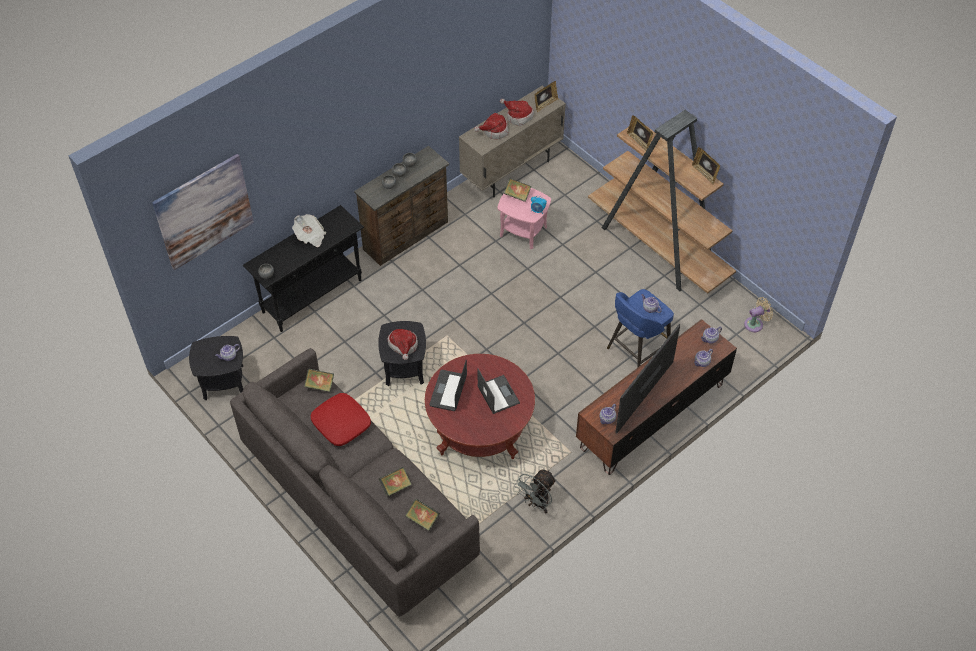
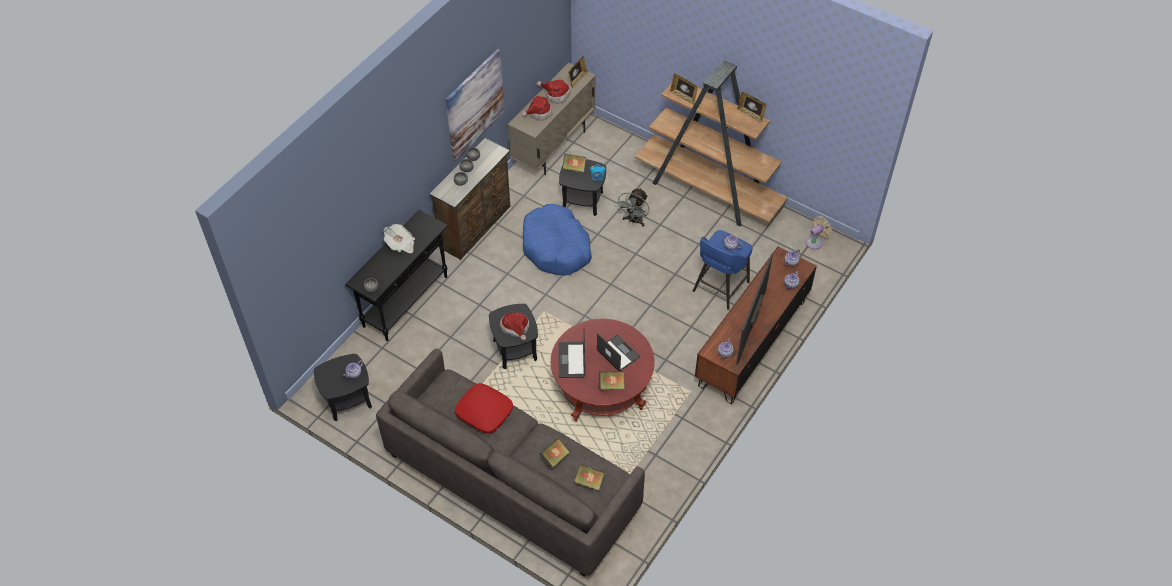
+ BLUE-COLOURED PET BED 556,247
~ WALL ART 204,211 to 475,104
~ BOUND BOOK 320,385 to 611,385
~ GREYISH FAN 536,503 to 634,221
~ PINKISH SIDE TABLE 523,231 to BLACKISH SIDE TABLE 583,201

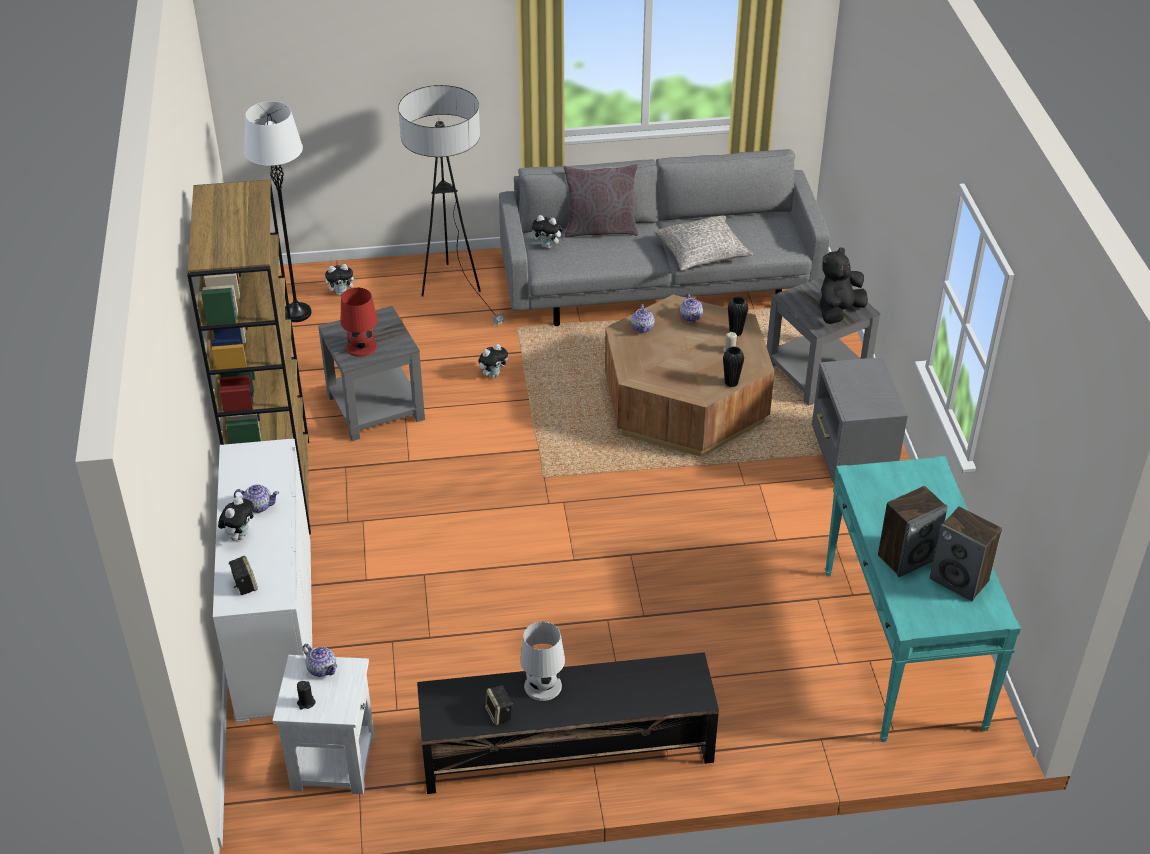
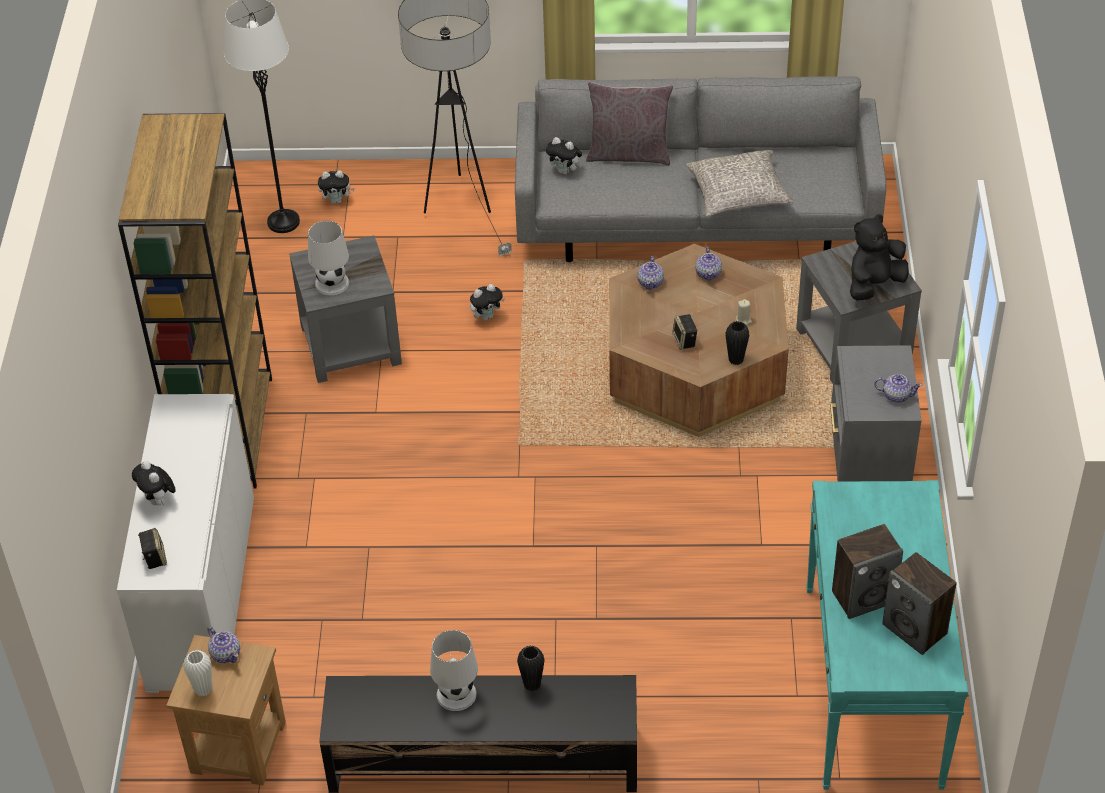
~ POT FOR TEA 258,506 to 896,395
~ LOUDSPEAKER 499,714 to 685,341
~ BLACKISH FLOWER VASE 735,332 to 532,684
~ BLACKISH CANDLE 306,702 to WHITE-COLOURED FLOWER VASE 203,689
~ WHITE-COLOURED SIDE TABLE 333,761 to BROWN SIDE TABLE 238,746
~ REDDISH TABLETOP LAMP 362,346 to WHITE-COLOURED TABLETOP LAMP 332,283
~ SOFT TOY 239,535 = 158,501 120 degrees clockwise

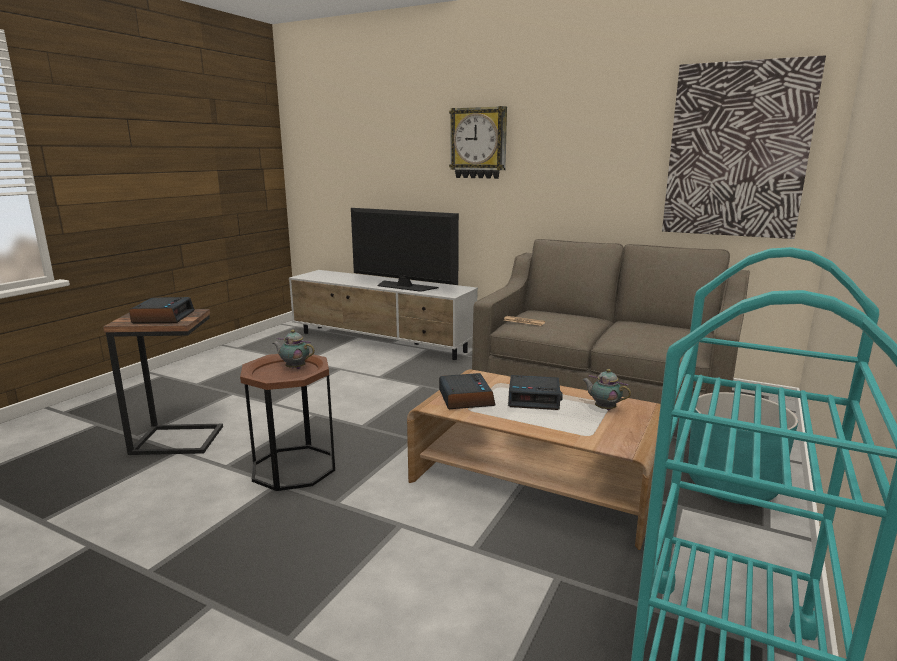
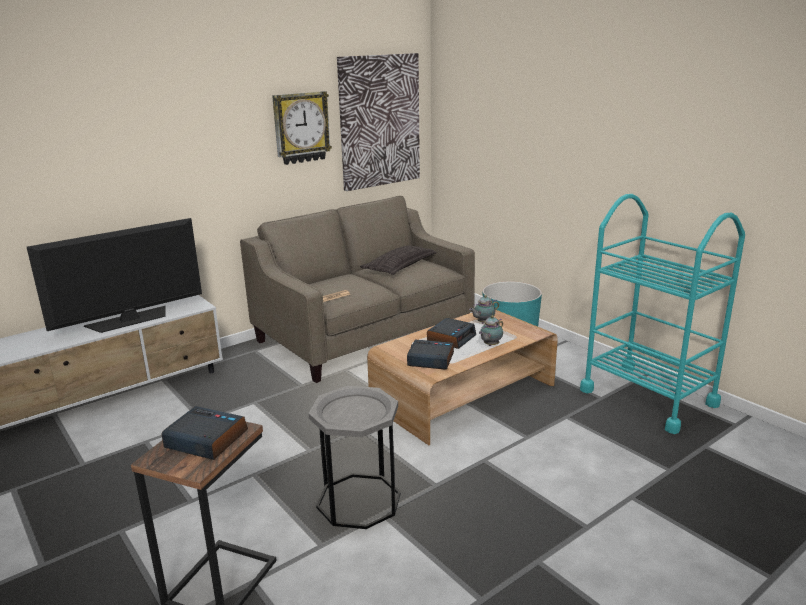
+ CUSHION 401,266
~ POT FOR TEA 294,368 to 490,345
~ CLOCK ON THE WALL 478,143 to 301,127
~ BROWN SIDE TABLE 294,467 to GREYISH SIDE TABLE 358,500

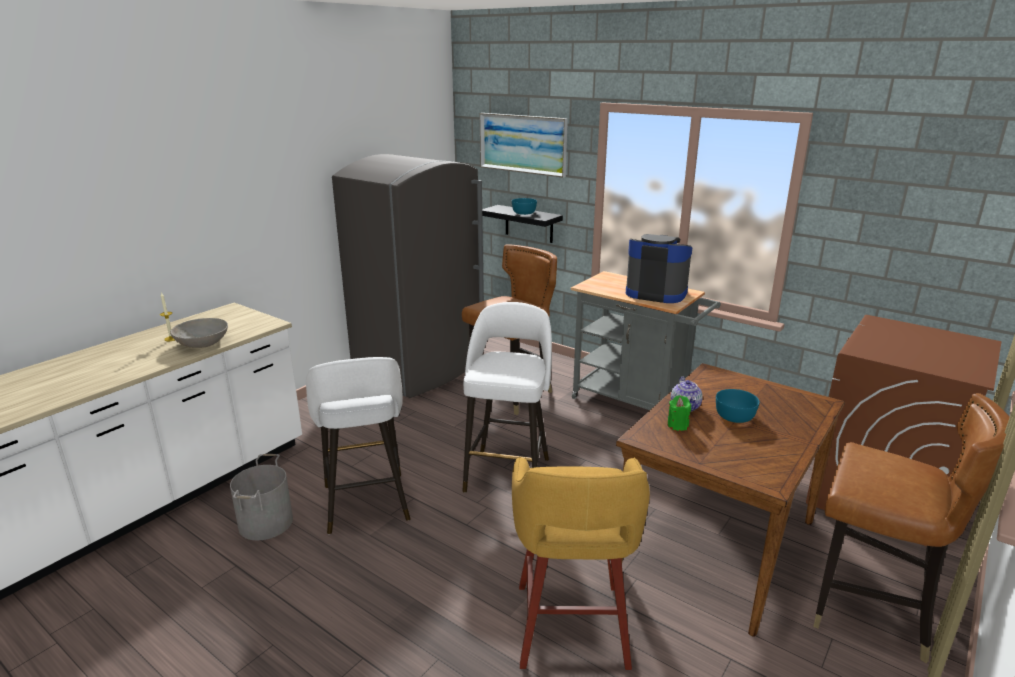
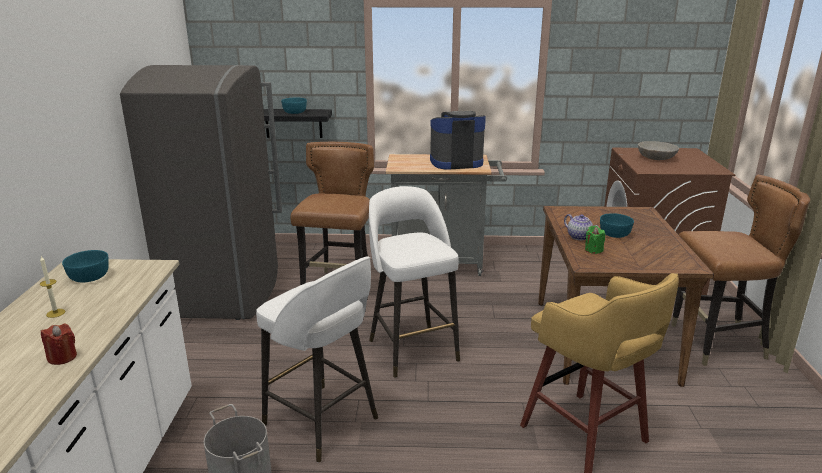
- WALL ART 522,144
+ REDDISH CANDLE 62,357
+ TURQUOISE-COLOURED DEEP DISH 89,276
~ GREYISH DEEP DISH 202,343 to 656,158

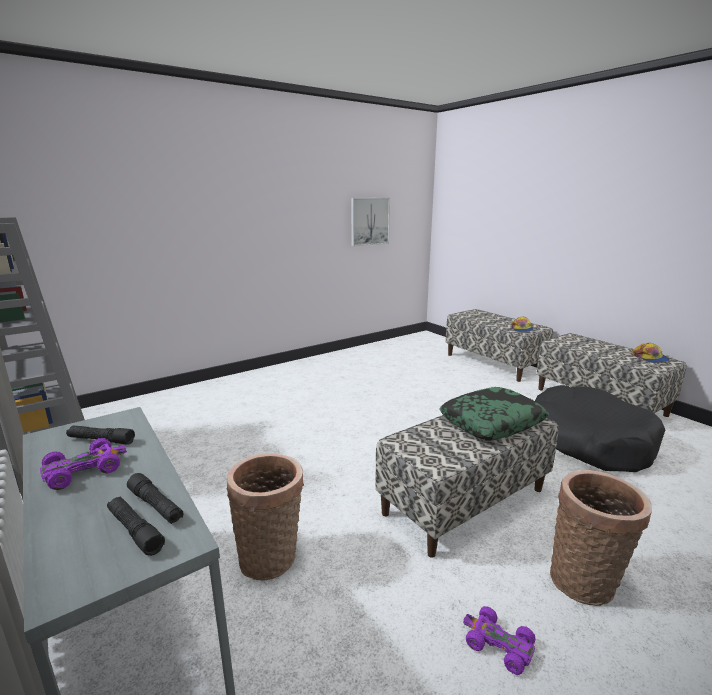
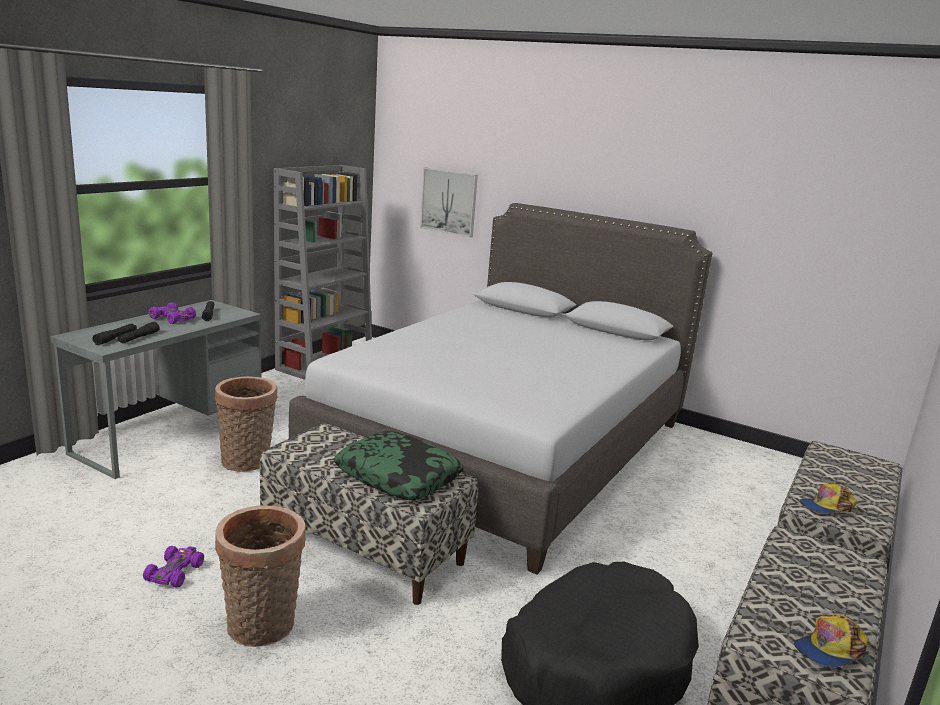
+ GREYISH SLEEPING BED 505,446
~ WALL ART 369,221 to 449,202

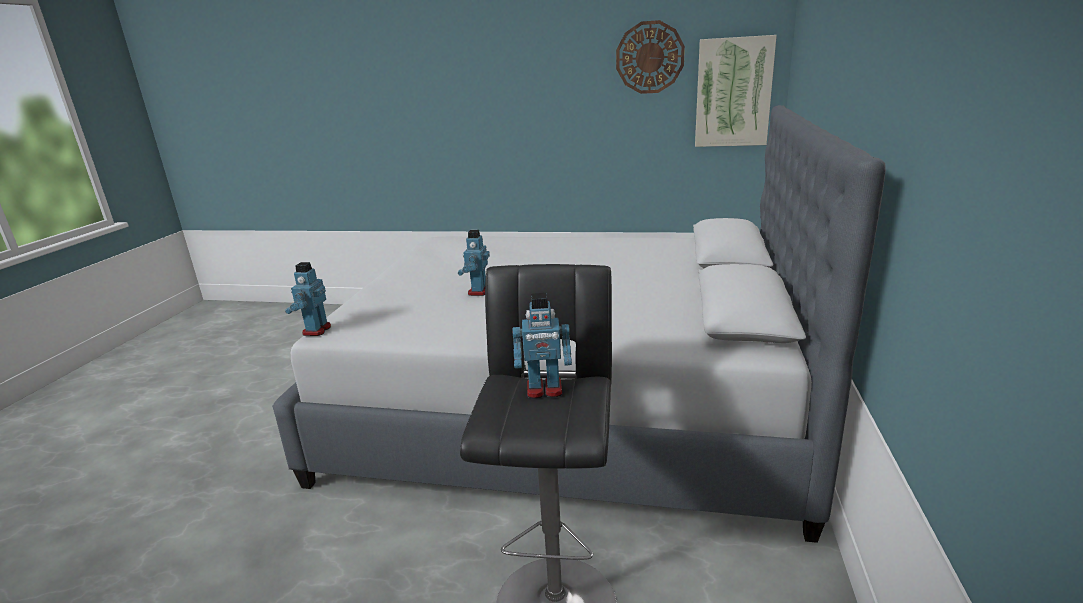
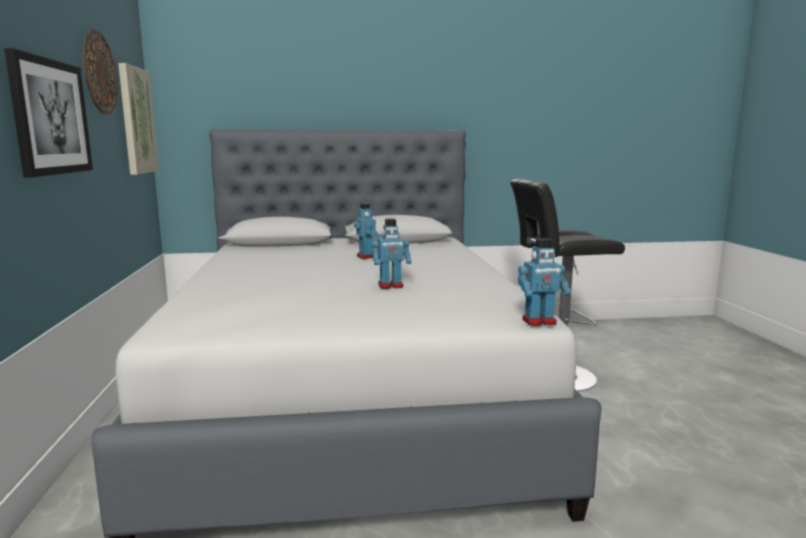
+ WALL ART 50,117
~ MODEL ROBOT 544,390 to 366,256

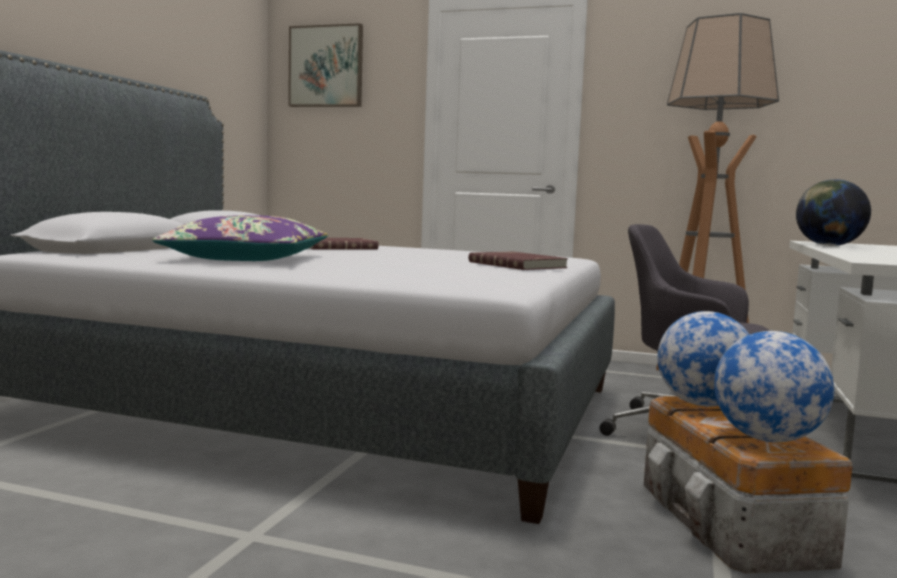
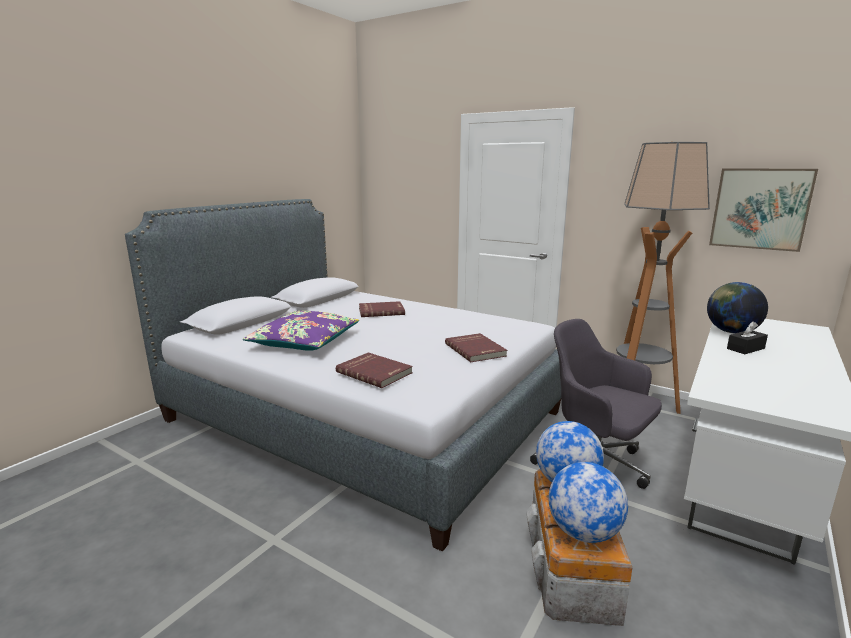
+ REDDISH BOUND BOOK 375,372
+ BLACKISH TISSUE BOX 745,348
~ WALL ART 326,66 to 760,209

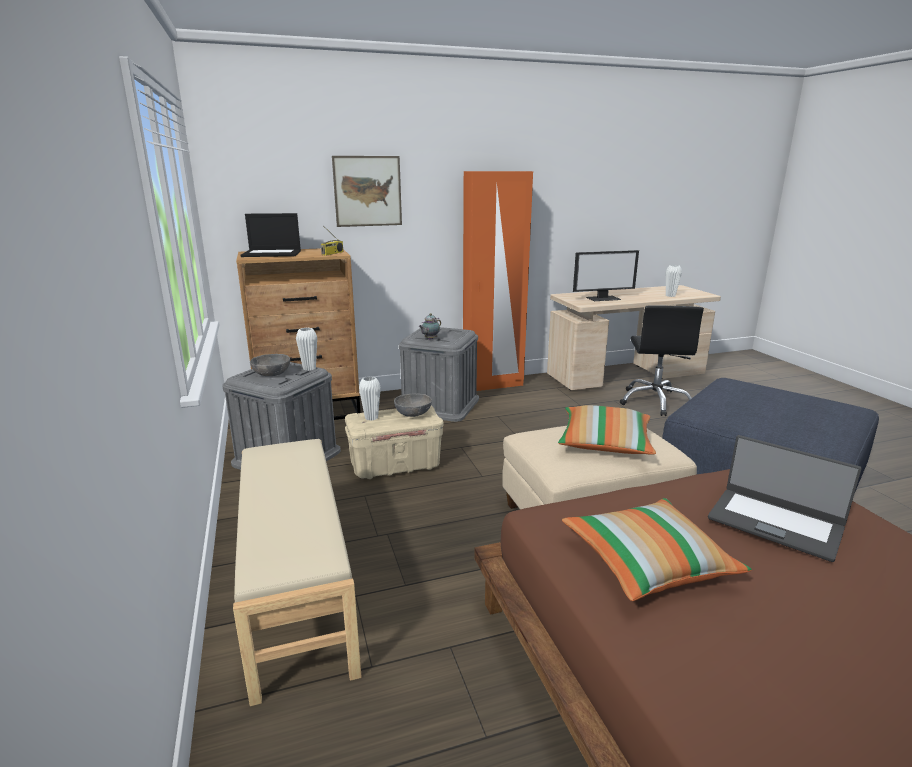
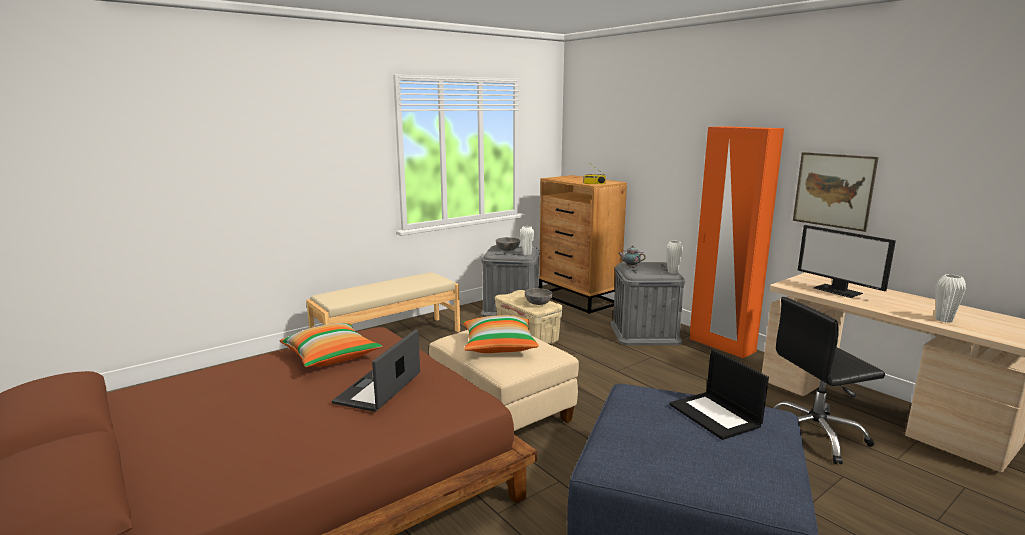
~ NOTEBOOK COMPUTER 272,253 to 716,415
~ WALL ART 367,191 to 833,190
~ WHITE-COLOURED FLOWER VASE 371,418 to 672,272

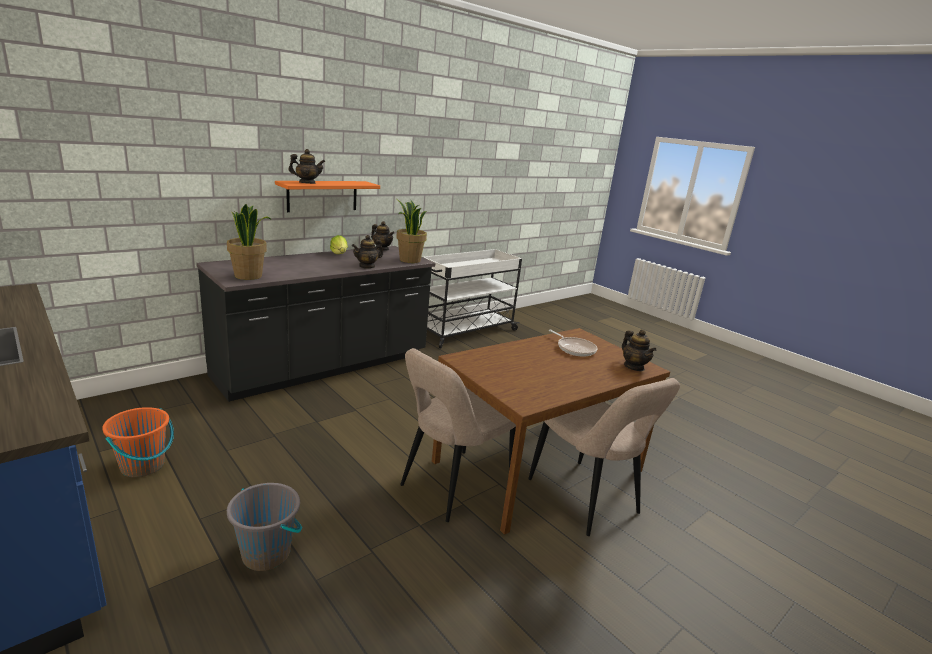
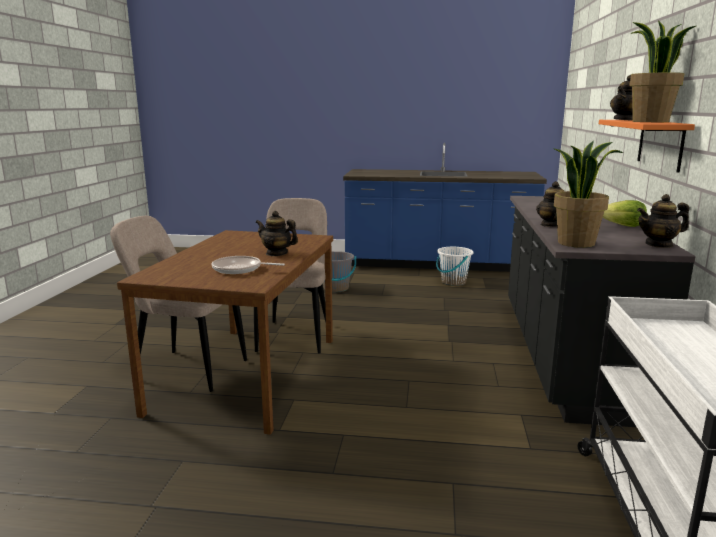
~ HOUSEPLANT 249,276 to 650,121
~ POT FOR TEA 634,367 to 277,253
~ ORANGEY WATER BUCKET 143,466 to WHITE-COLOURED WATER BUCKET 453,282

